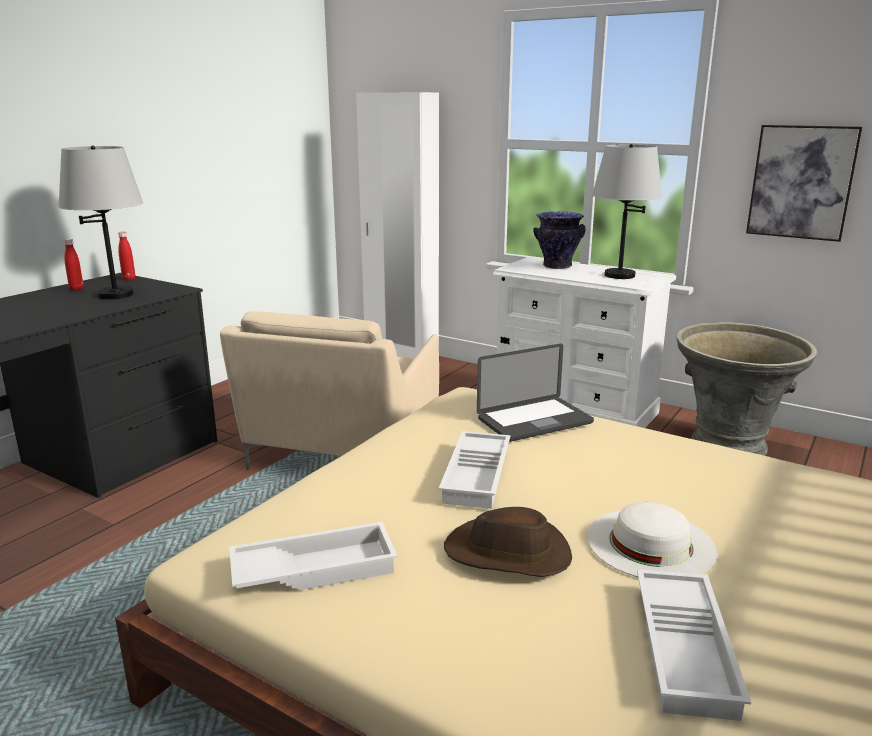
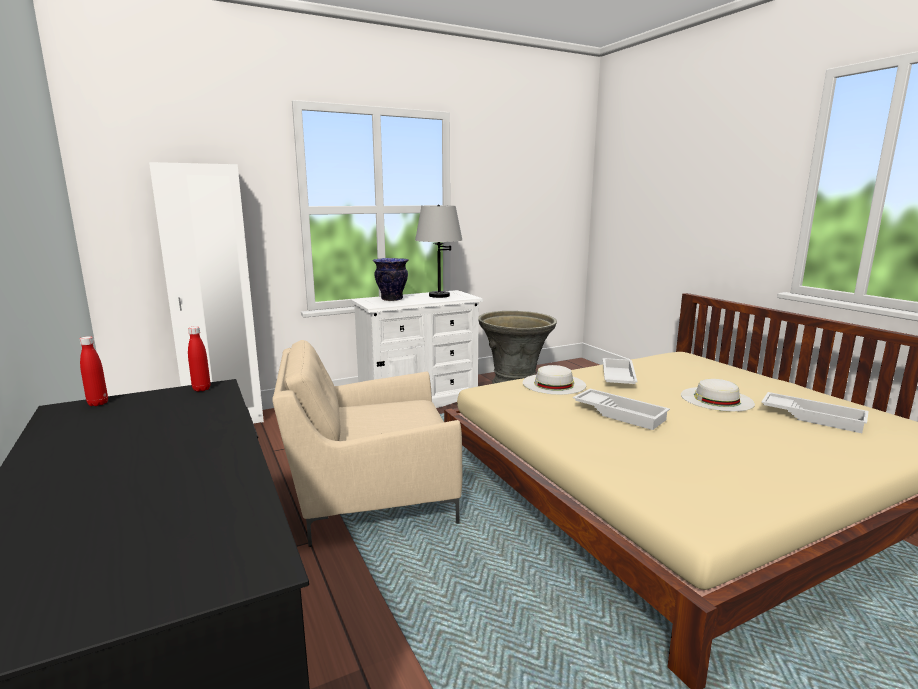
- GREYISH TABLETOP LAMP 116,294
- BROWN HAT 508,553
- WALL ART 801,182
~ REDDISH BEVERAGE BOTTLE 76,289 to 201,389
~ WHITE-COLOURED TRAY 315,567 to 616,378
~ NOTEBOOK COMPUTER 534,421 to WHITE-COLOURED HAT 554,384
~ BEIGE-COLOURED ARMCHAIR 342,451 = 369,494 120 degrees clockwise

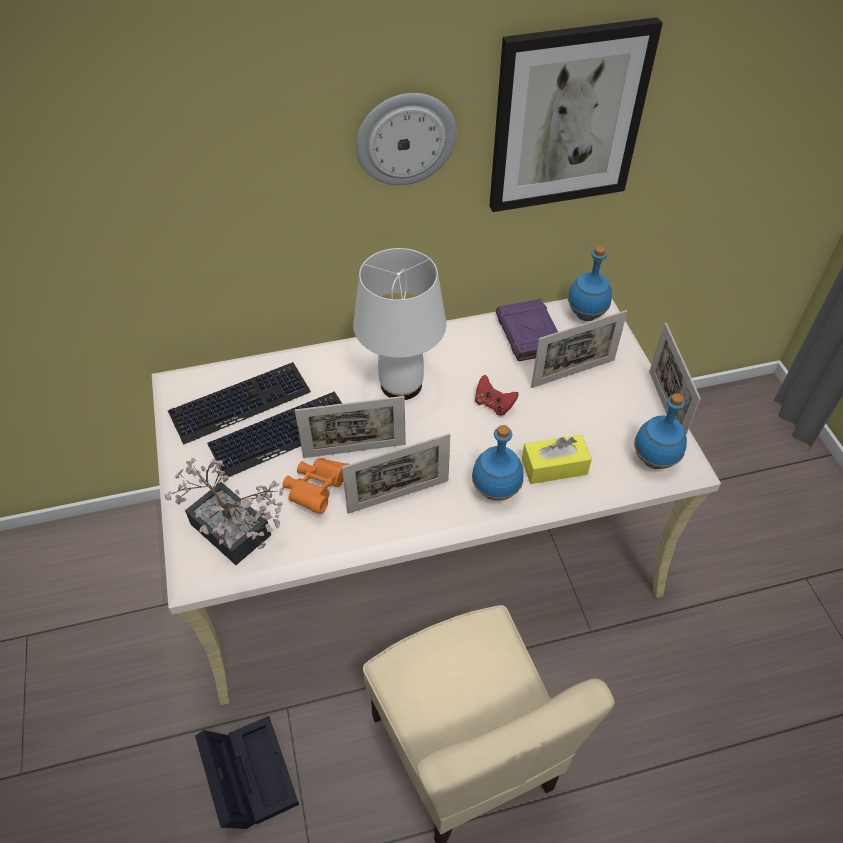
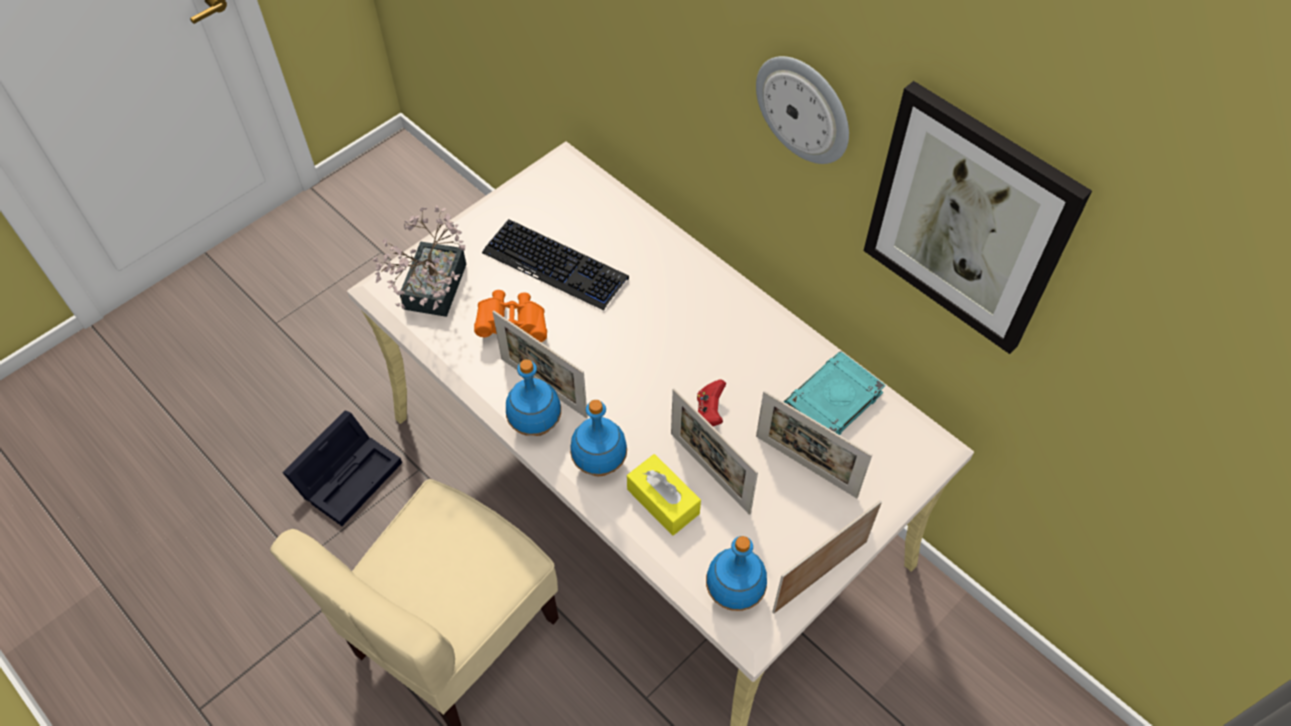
- COMPUTER KEYBOARD 240,403
- WHITE-COLOURED TABLETOP LAMP 402,384
~ STANDING FRAME 354,450 to 710,473
~ BLUE-COLOURED BEVERAGE BOTTLE 586,315 to 534,425
~ PURPLISH BOUND BOOK 529,334 to TURQUOISE-COLOURED BOUND BOOK 832,401

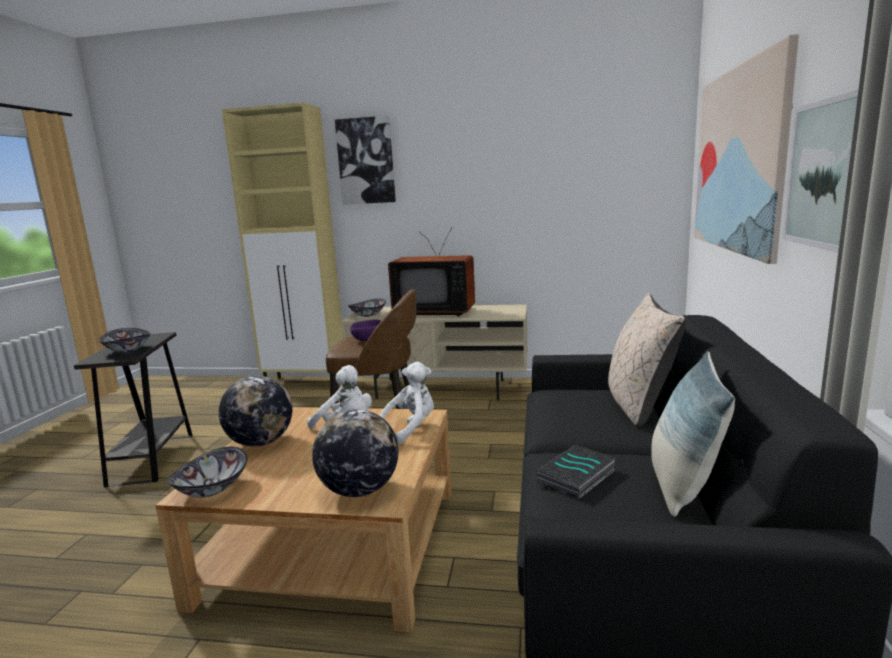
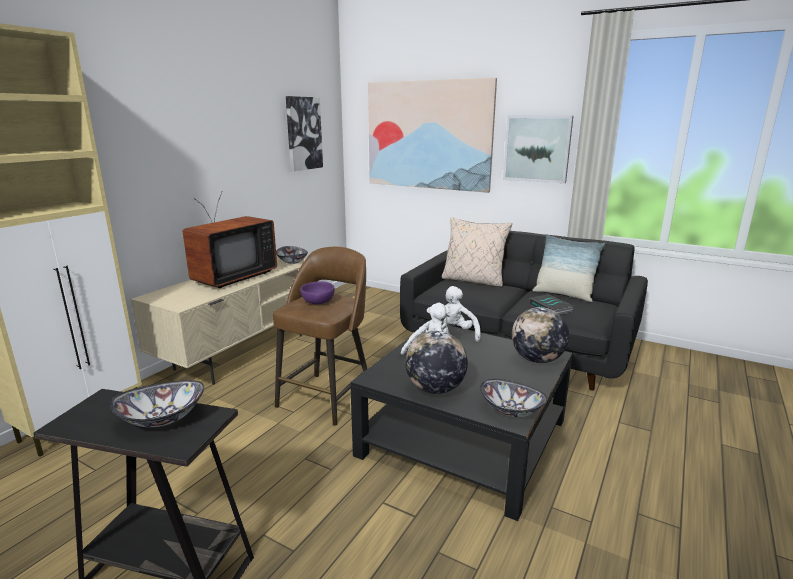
~ WALL ART 366,161 to 303,133
~ DEEP DISH 368,315 to 293,262
~ BEIGE-COLOURED COFFEE TABLE 334,543 to BLACKISH COFFEE TABLE 464,437

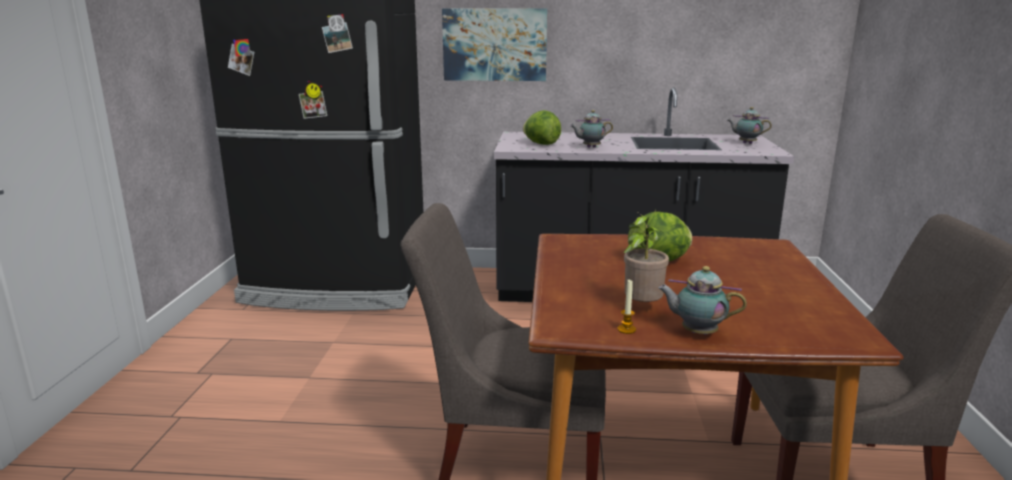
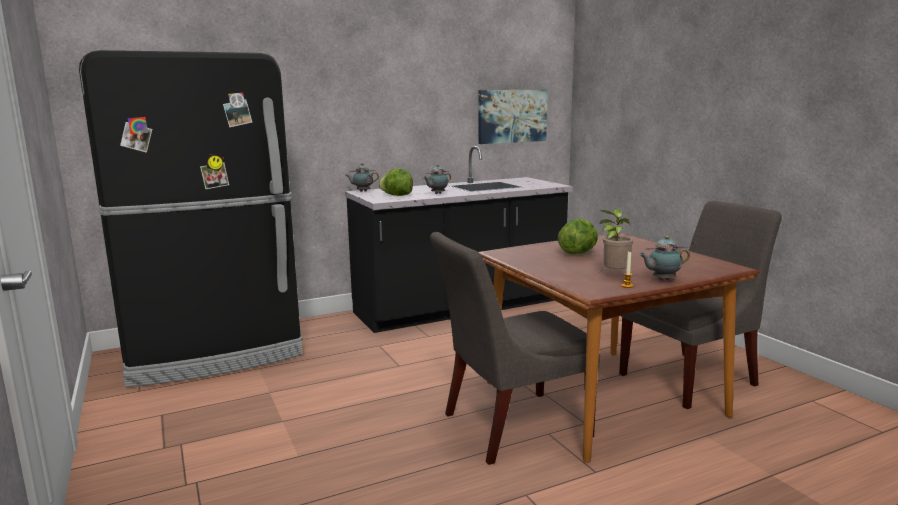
~ WALL ART 495,44 to 512,116
~ POT FOR TEA 746,143 to 362,191

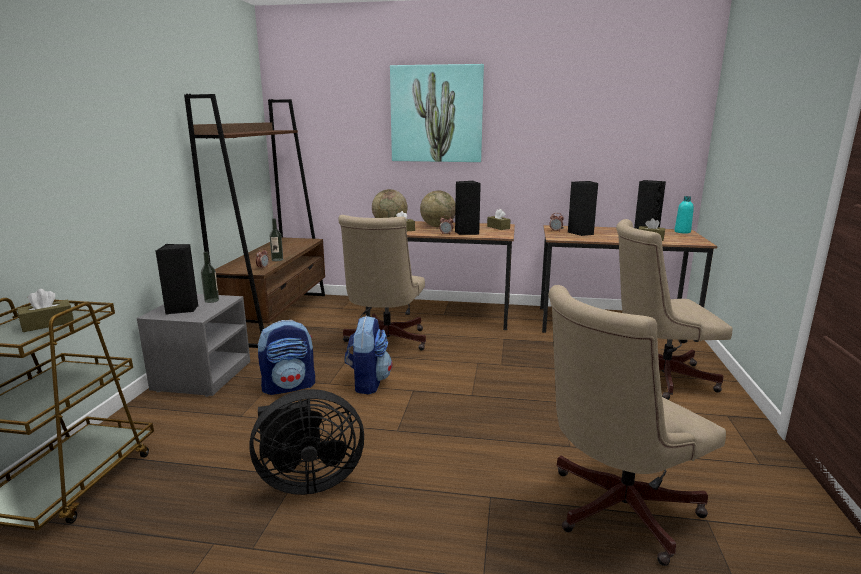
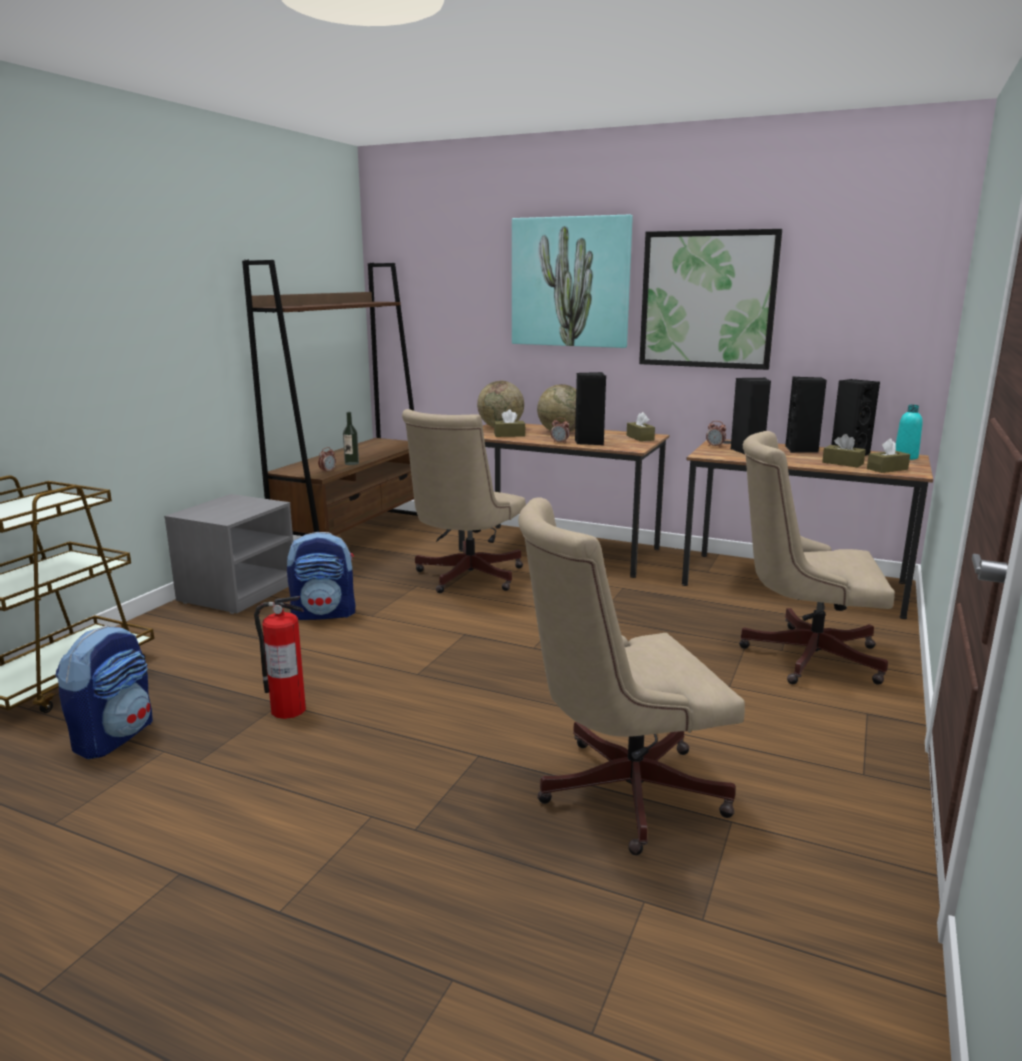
- BEVERAGE BOTTLE 211,300
+ WALL ART 707,300
~ BROWN TISSUE BOX 48,324 to 887,469
~ BLACKISH LOUDSPEAKER 182,309 to 801,450
~ BACKPACK 368,383 to 114,736
~ BLACKISH FAN 307,481 to FIRE-FIGHTING CYLINDER 287,709

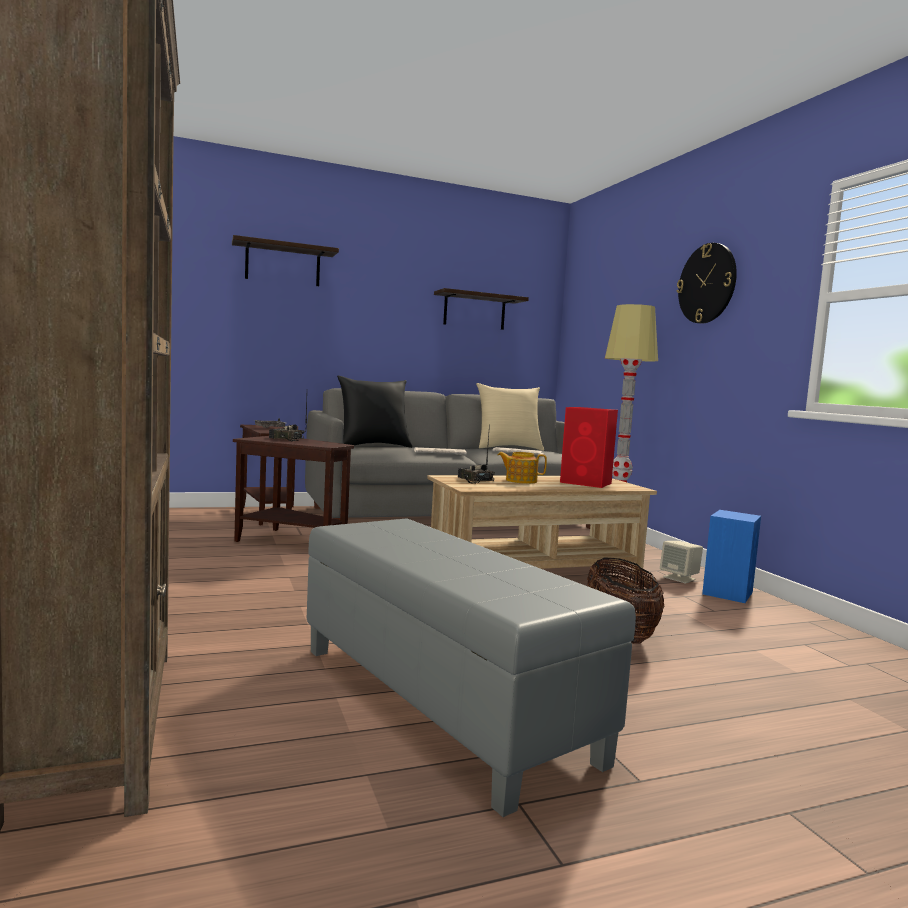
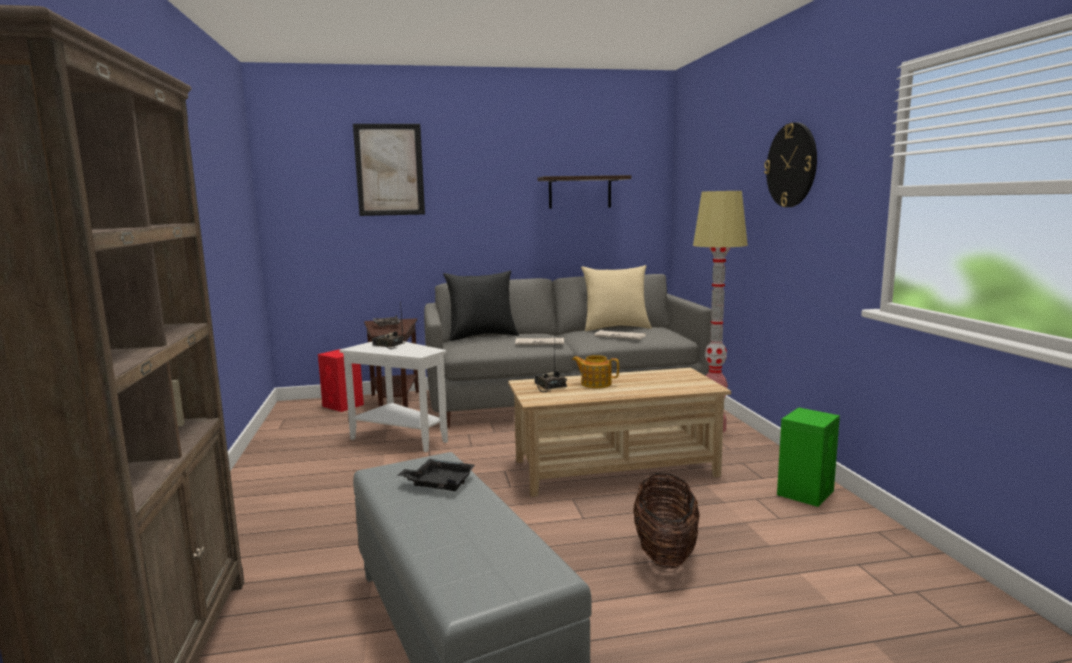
- BEIGE-COLOURED LOUDSPEAKER 679,578
+ BLACKISH TRAY 439,483
~ REDDISH LOUDSPEAKER 587,483 to 343,405
~ BRACKET SHELF 283,265 to WALL ART 389,170
~ BROWN SIDE TABLE 290,542 to WHITE-COLOURED SIDE TABLE 399,437
~ BLUE-COLOURED LOUDSPEAKER 728,592 to GREEN-COLOURED LOUDSPEAKER 806,492

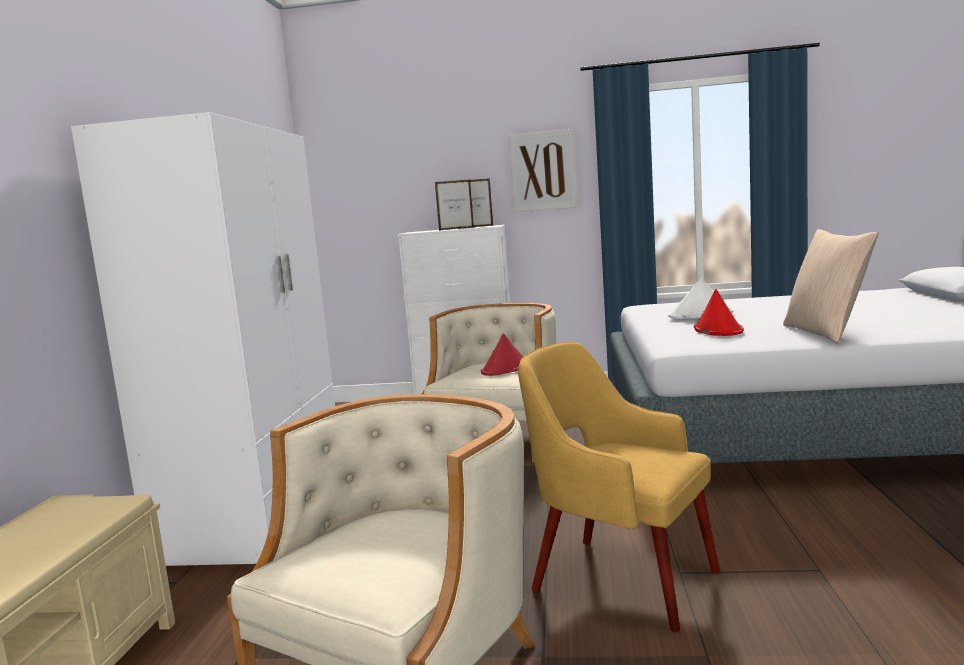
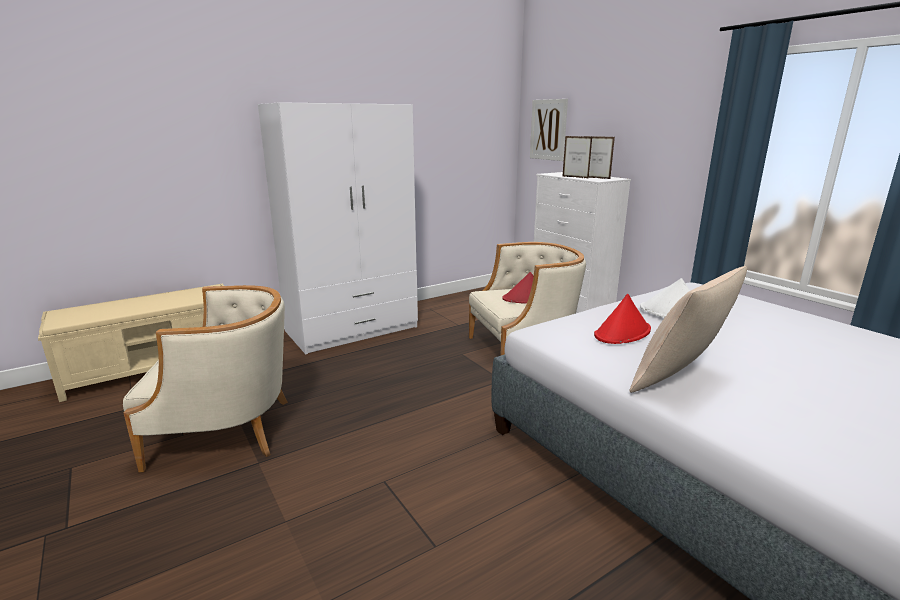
- YELLOW ARMCHAIR 619,578
~ WALL ART 543,171 to 548,130

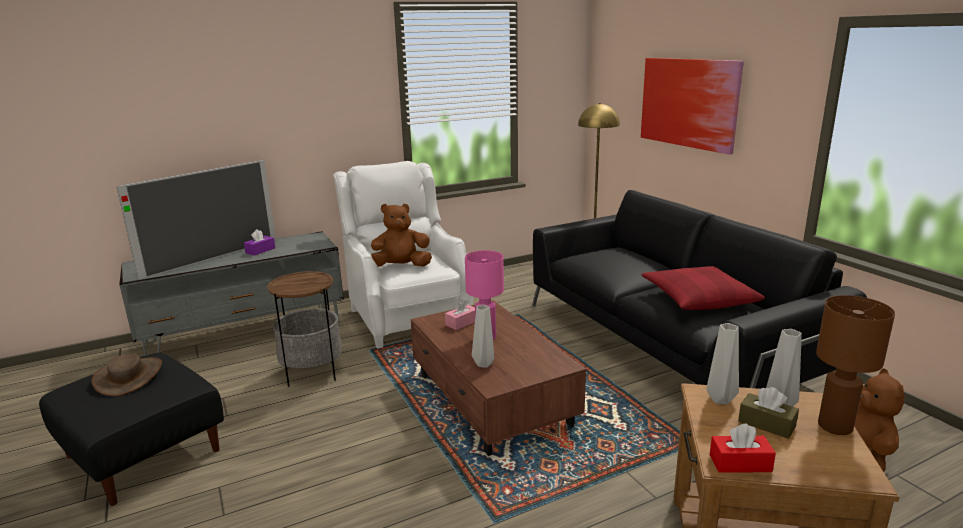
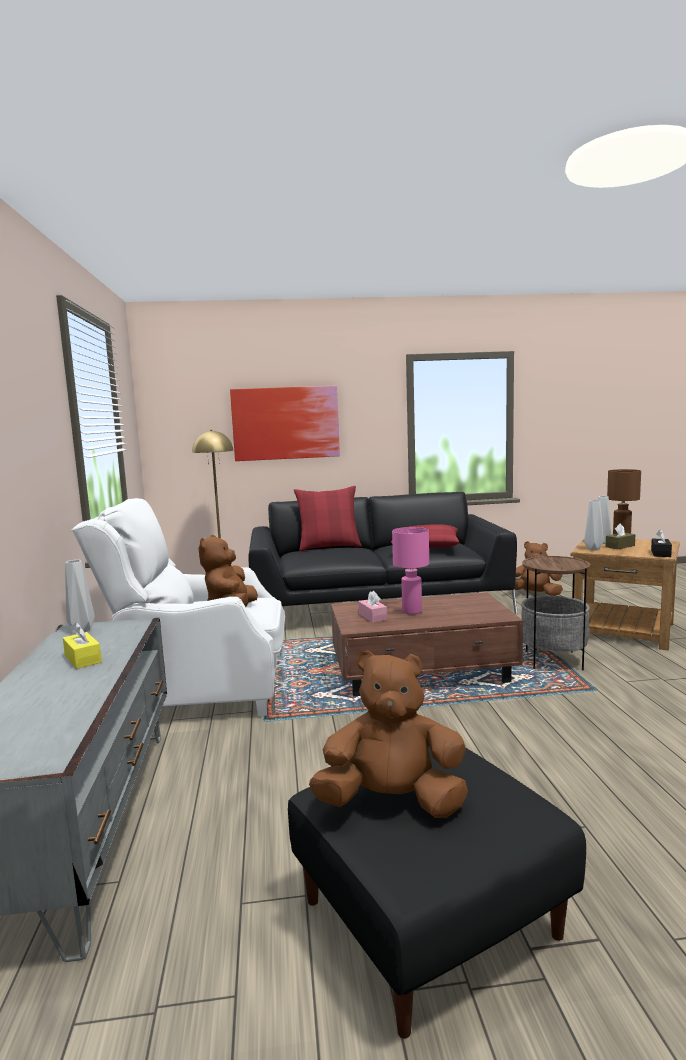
- TV 212,258
+ REDDISH CUSHION 329,547
~ SIDE TABLE 312,372 to 553,660
~ GREYISH FLOWER VASE 483,364 to 82,630
~ BROWN HAT 129,377 to BROWN SOFT TOY 392,803
~ PURPLISH TISSUE BOX 260,250 to YELLOW TISSUE BOX 83,659
~ REDDISH TISSUE BOX 740,463 to BLACKISH TISSUE BOX 660,553

